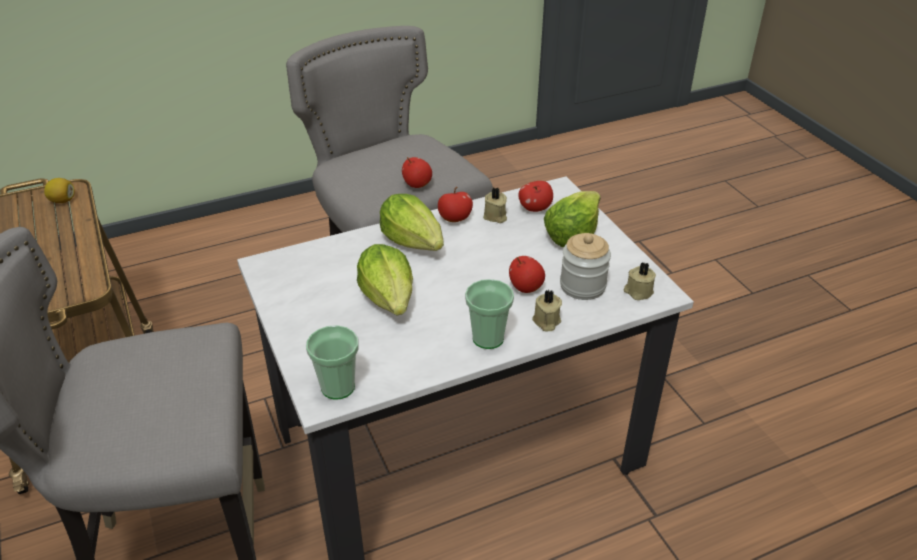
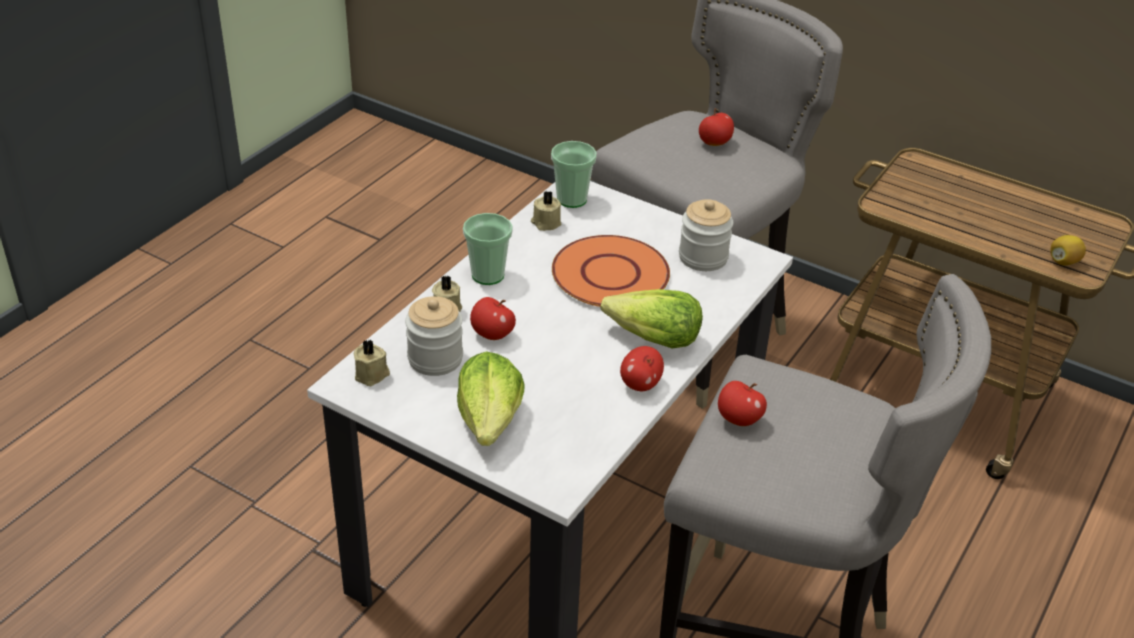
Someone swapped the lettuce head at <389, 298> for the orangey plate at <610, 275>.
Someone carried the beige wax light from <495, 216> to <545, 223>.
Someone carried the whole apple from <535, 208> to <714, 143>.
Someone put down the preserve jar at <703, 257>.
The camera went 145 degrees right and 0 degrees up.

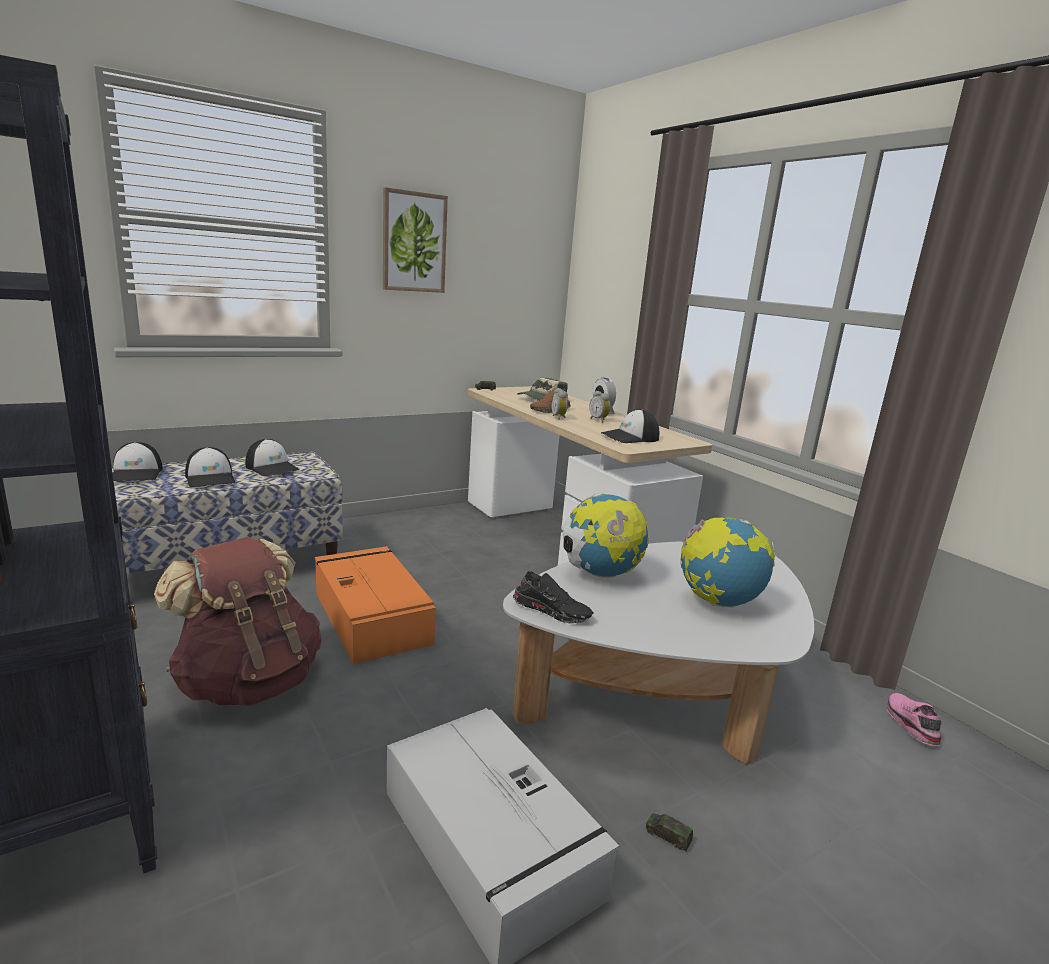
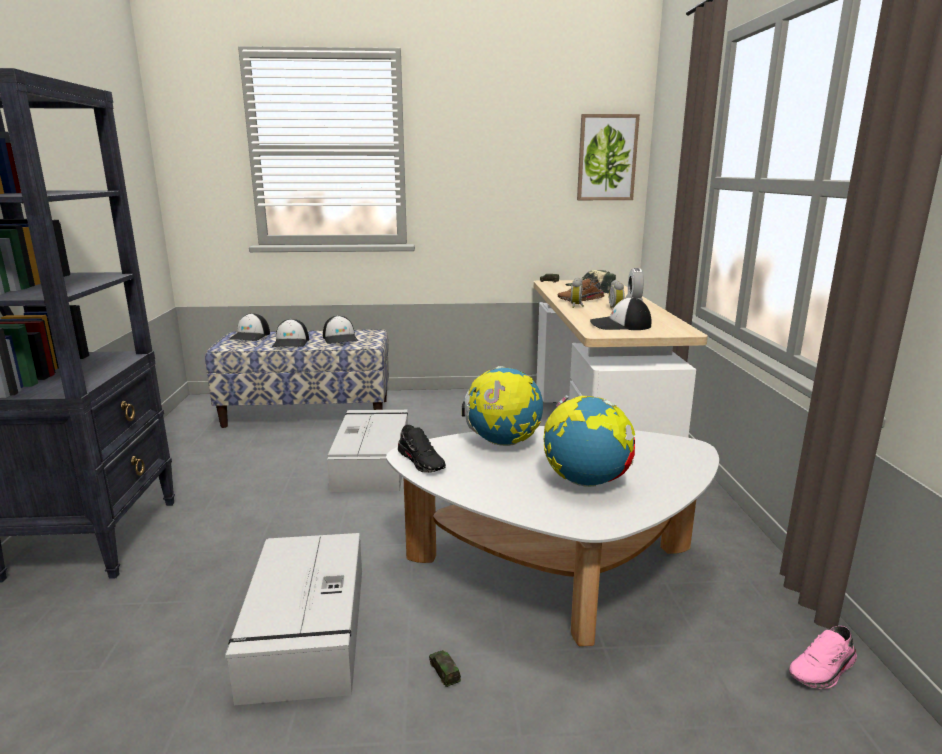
Someone took away the brown rucksack at <249, 681>.
Someone repainted the orangey storage container at <371, 616>, which became the gray storage container at <372, 462>.
Someone carried the picture from <414, 242> to <607, 158>.
Someone rotated the pink item of footwear at <909, 724> by 150 degrees counterclockwise.
The camera went 30 degrees right and 0 degrees up.

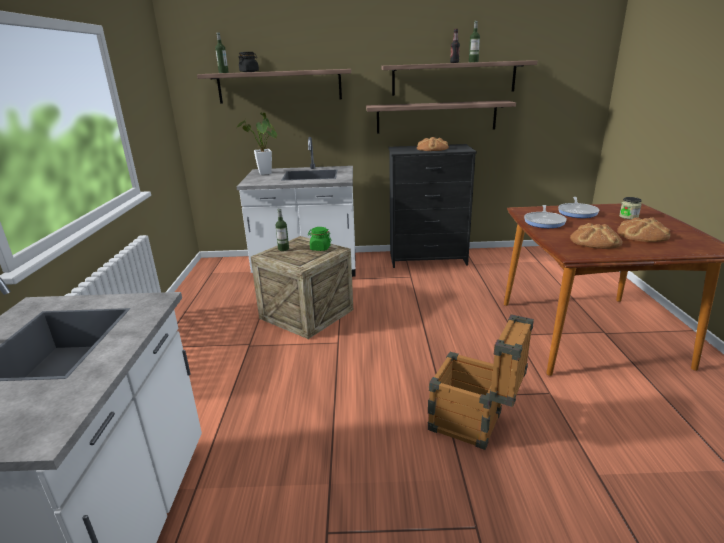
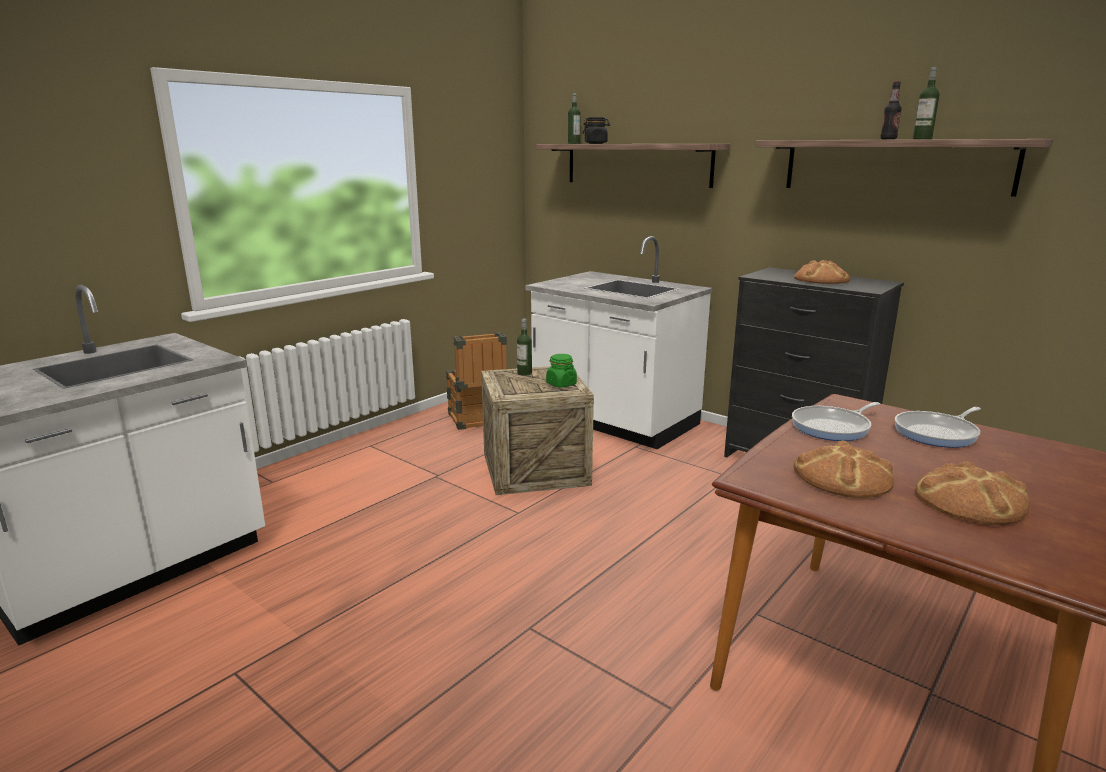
Someone took away the houseplant at <265, 174>.
Someone took away the wall shelf at <436, 117>.
Someone carried the crate from <474, 425> to <477, 421>.
Someone took away the preserve jar at <628, 217>.
The camera went 40 degrees right and 5 degrees down.

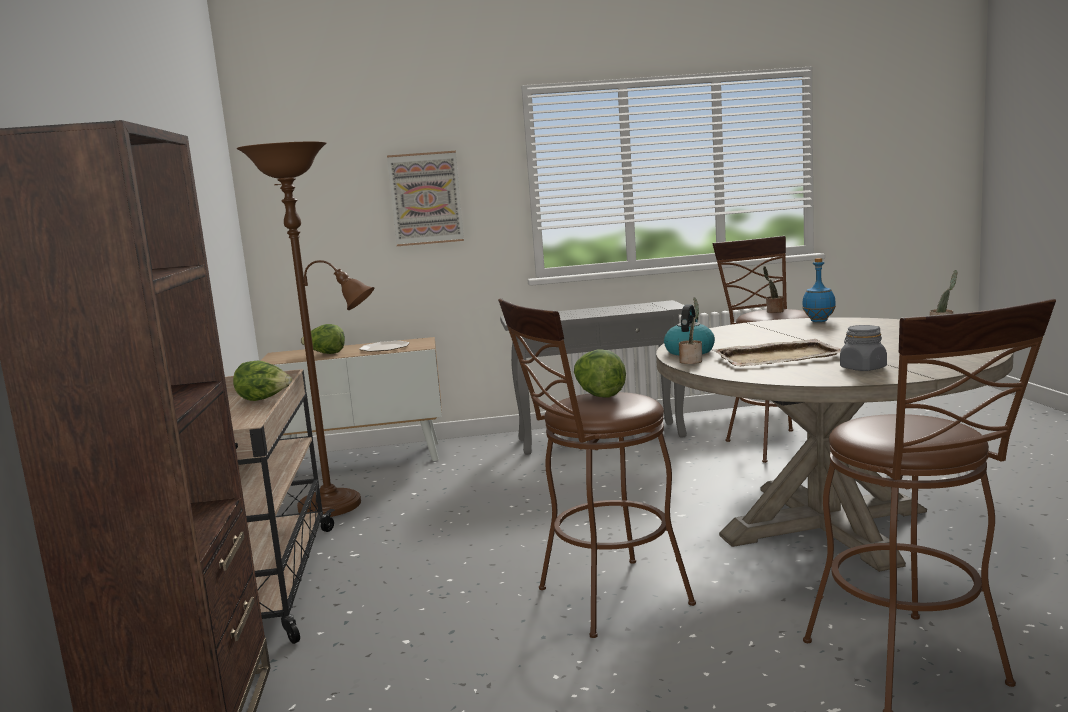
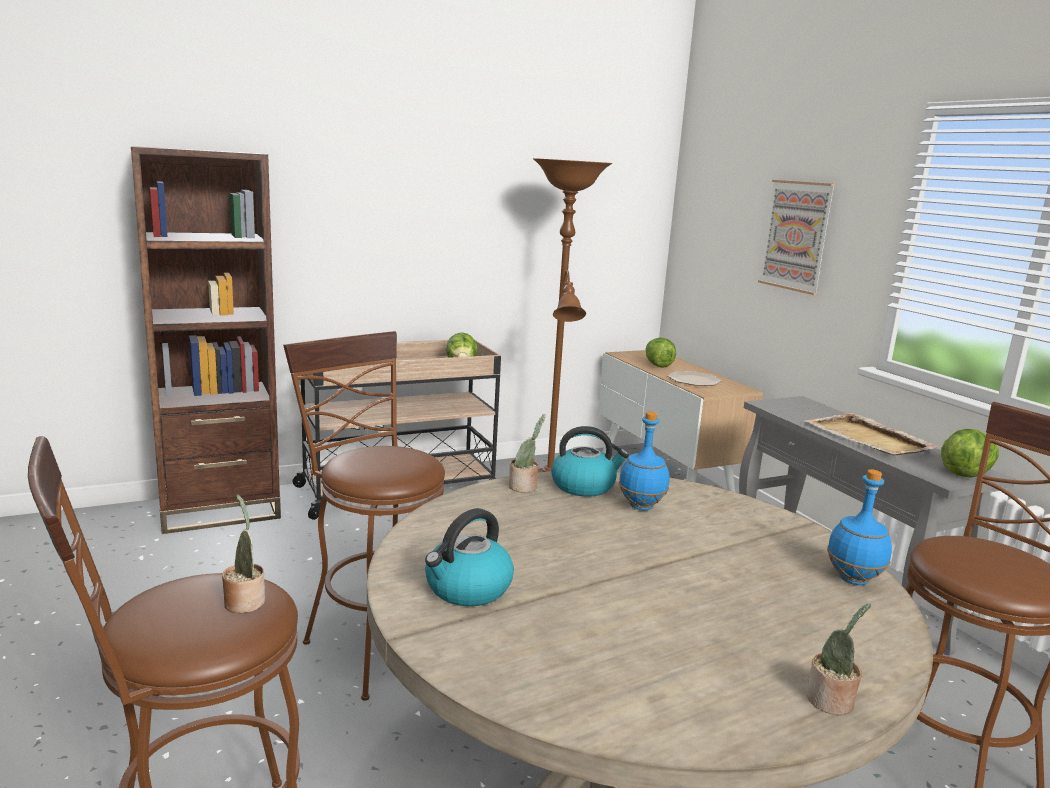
Someone carried the lettuce head from <598, 395> to <966, 473>.
Someone carried the beige serving tray from <779, 357> to <869, 438>.
Someone carried the houseplant from <773, 311> to <244, 601>.
Someone swapped the gray preserve jar at <863, 368> for the tea kettle at <467, 589>.
Someone put down the blue bottle at <642, 507>.
The camera went 70 degrees right and 5 degrees up.

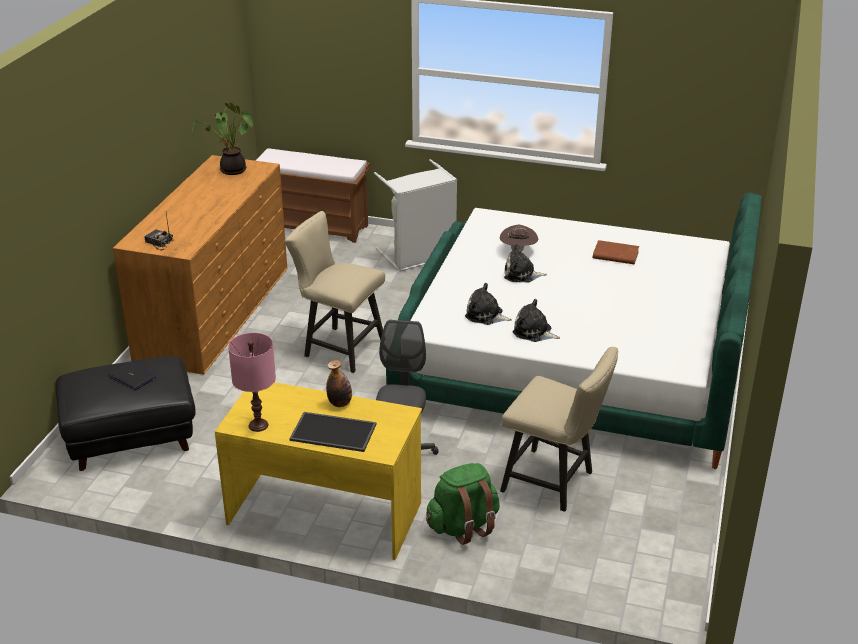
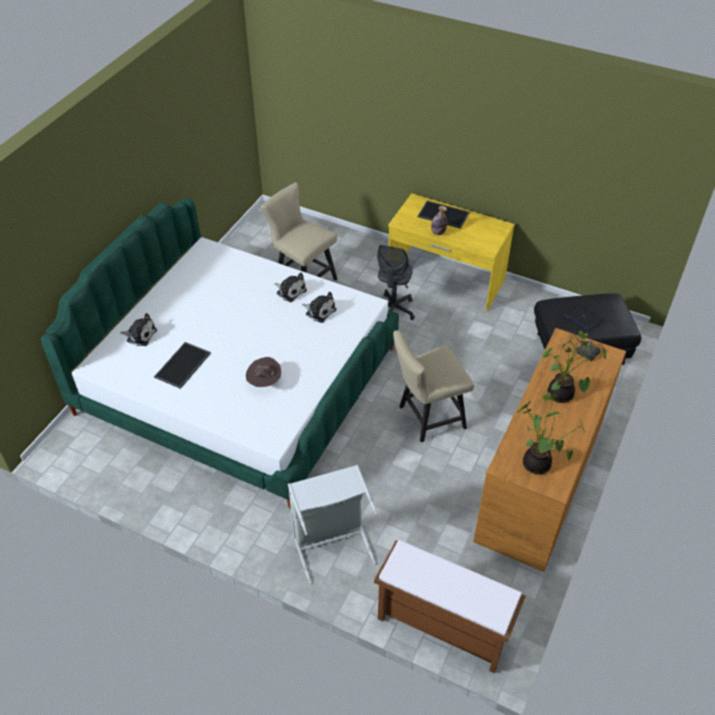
Someone took away the pink table lamp at <258, 425>.
Someone rotated the beige chair at <339, 347> by 120 degrees clockwise.
Someone took away the green rucksack at <463, 526>.
Someone carried the cuddly toy from <521, 275> to <140, 335>.
Someone swapped the brown bound book at <615, 255> for the serving tray at <183, 366>.
Someone put down the houseplant at <562, 395>.
The camera went 170 degrees left and 15 degrees up.

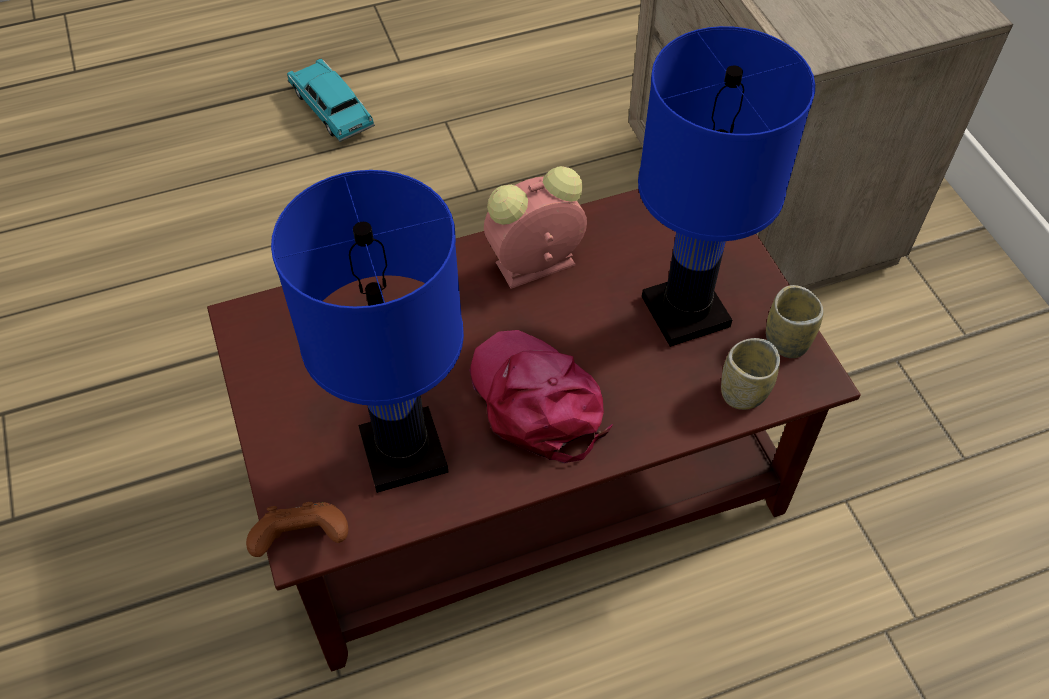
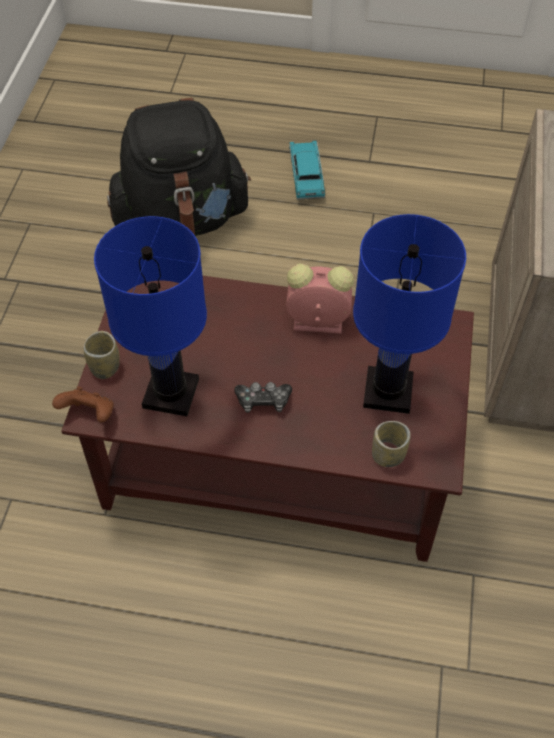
Someone swapped the pink cap at <538, 401> for the game controller at <263, 401>.
Someone carried the drinking cup from <787, 341> to <105, 367>.
Someone put down the black-coloured rucksack at <182, 220>.
The camera went 30 degrees right and 0 degrees up.

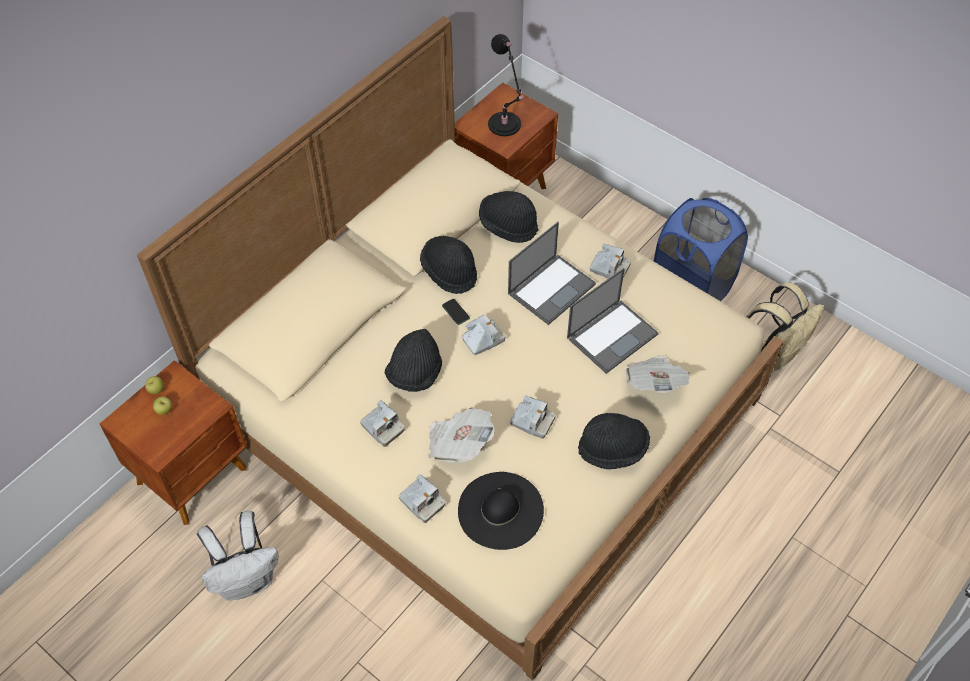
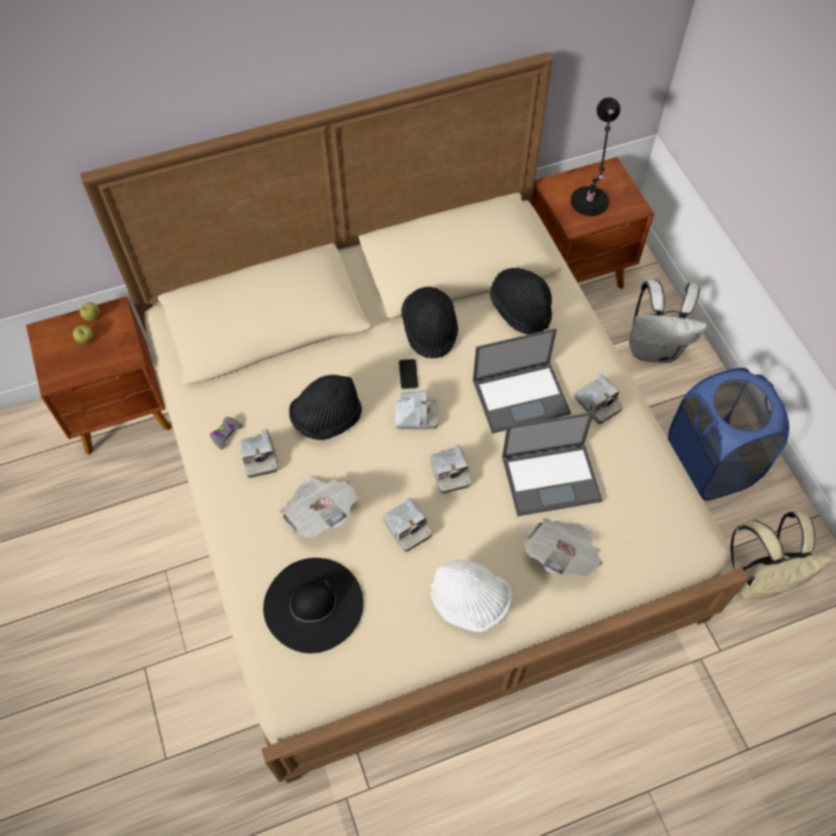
Someone carried the white rucksack from <247, 580> to <654, 349>.
Someone carried the still camera from <422, 502> to <449, 473>.
Someone repainted the black-coloured hat at <613, 449>, which became the white hat at <470, 602>.
Someone put down the gray game controller at <226, 434>.
The camera went 30 degrees right and 5 degrees up.

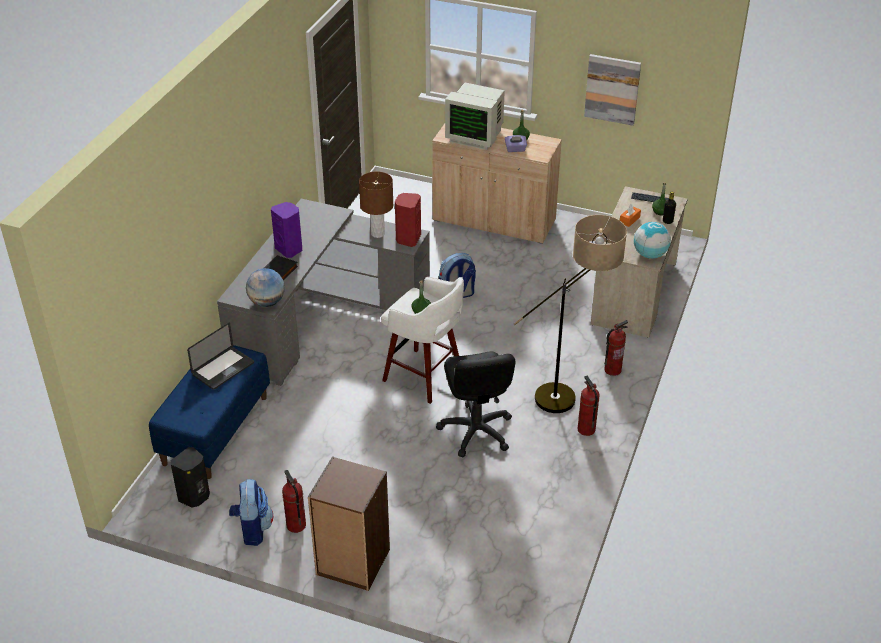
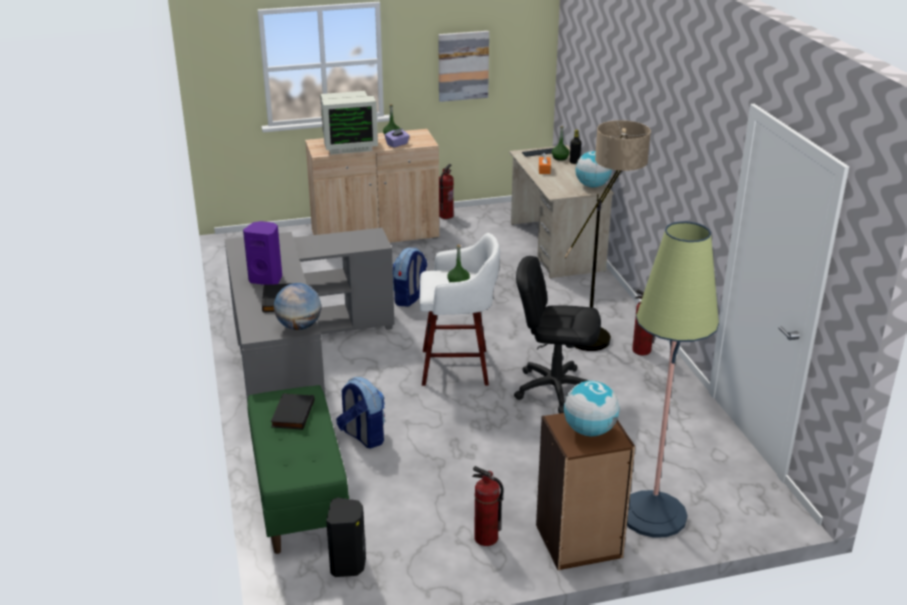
Someone repainted the blue long seat at <215, 429>, which became the green long seat at <298, 495>.
Someone swapped the notebook computer at <223, 369> for the black-coloured bound book at <292, 414>.
Someone carried the rucksack from <252, 529> to <362, 436>.
Someone took away the brown table lamp at <378, 233>.
Someone took away the red-coloured speaker at <408, 239>.
Someone rotated the black-coloured office chair at <476, 431> by 150 degrees clockwise.
Someone carried the fire extinguisher from <612, 370> to <446, 216>.
Someone put down the desk globe at <589, 430>.
Someone put down the floor lamp at <653, 515>.
The camera went 35 degrees left and 10 degrees down.

